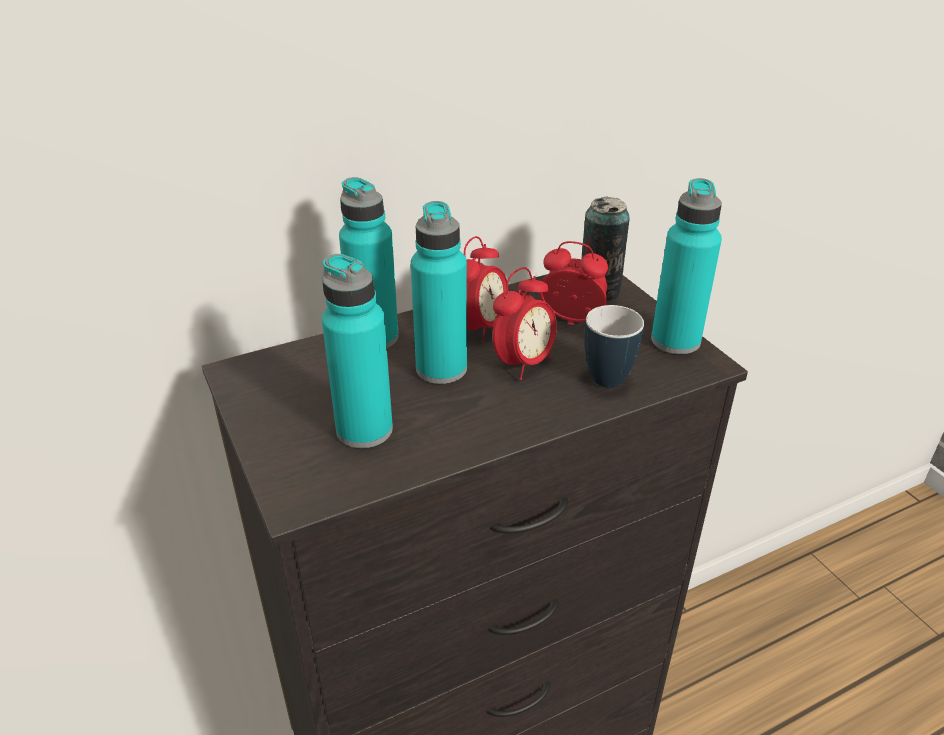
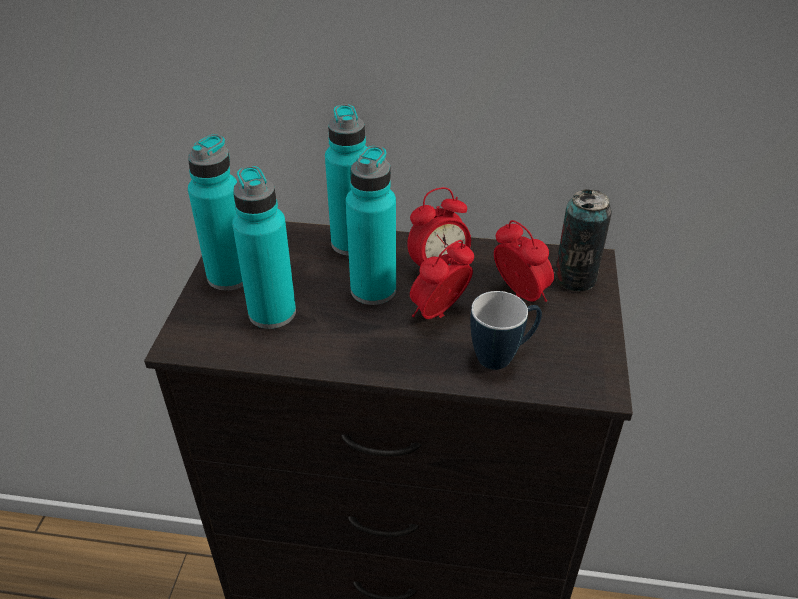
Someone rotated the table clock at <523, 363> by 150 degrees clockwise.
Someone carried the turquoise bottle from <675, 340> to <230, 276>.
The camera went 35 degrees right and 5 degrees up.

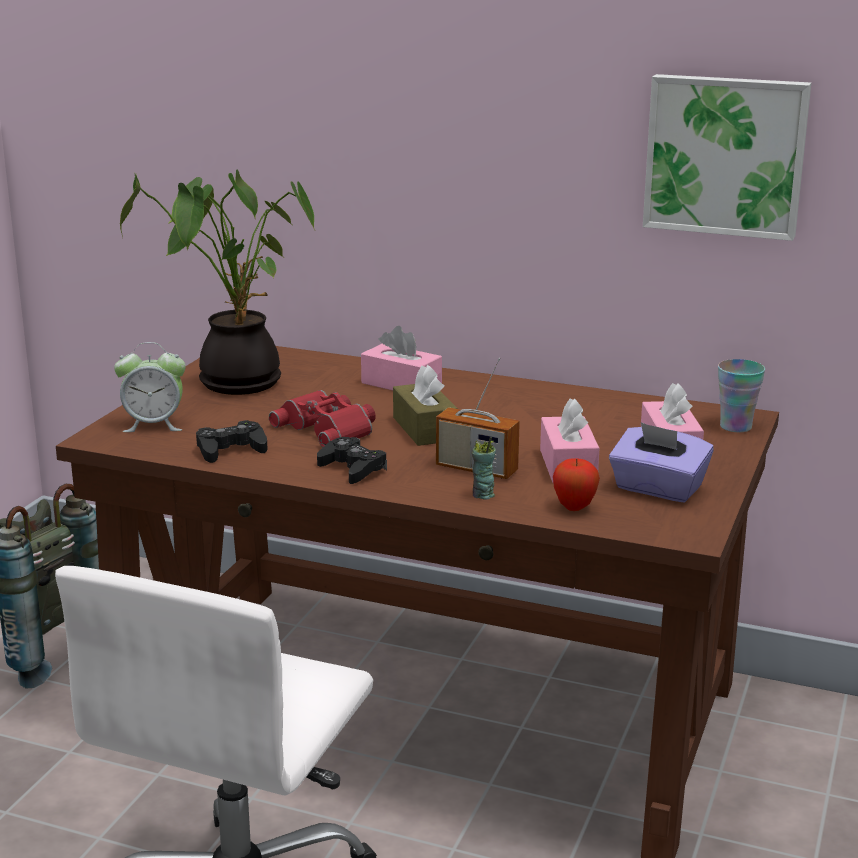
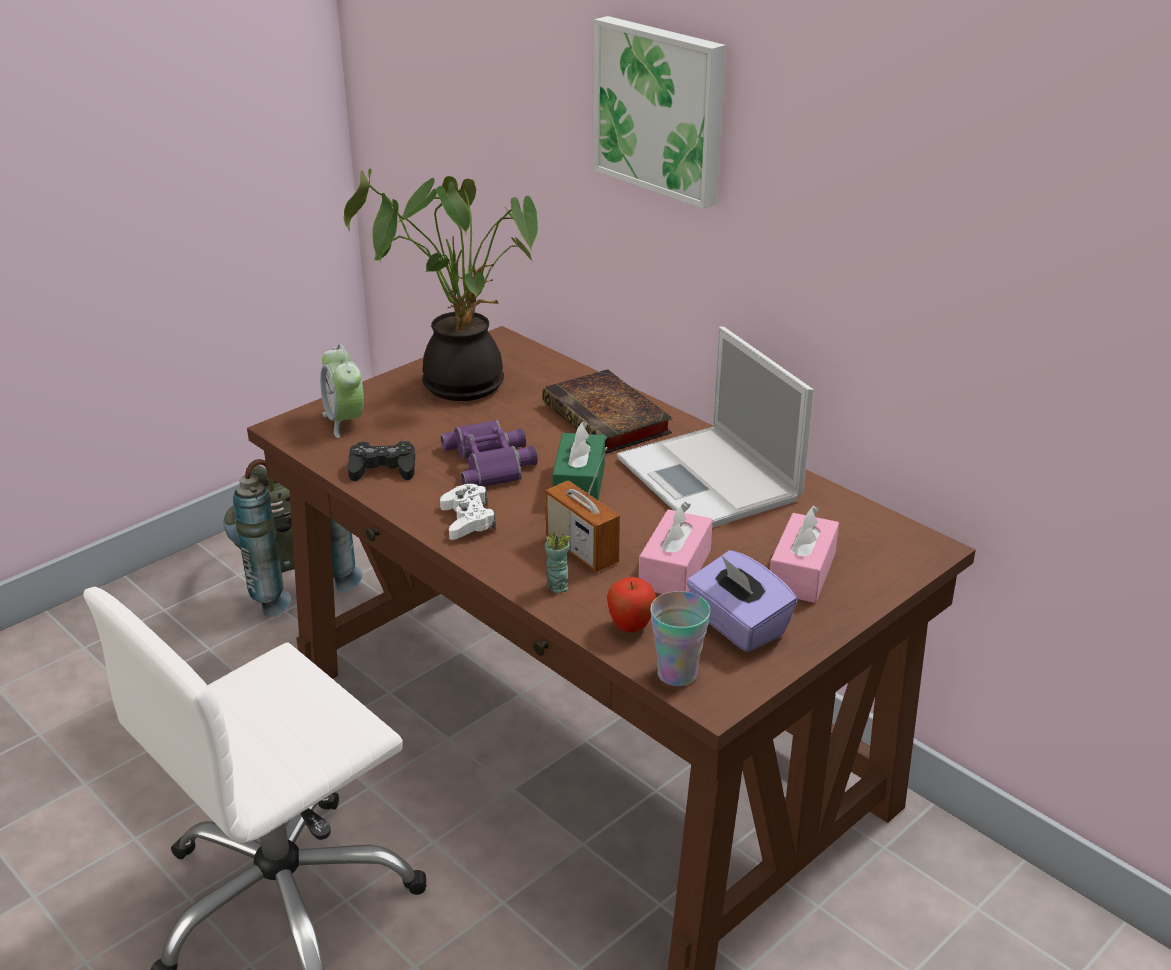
Someone rotated the table clock at <154, 425> by 45 degrees clockwise.
Someone repainted the red-coloured binoculars at <329, 428>, which became the purple-coloured binoculars at <492, 462>.
Someone repainted the black-coloured game controller at <352, 469>, which became the white game controller at <468, 520>.
Someone swapped the pink box of tissues at <401, 384> for the bound book at <609, 420>.
Someone repainted the brown box of tissues at <424, 429>, which became the green box of tissues at <579, 484>.
Someone carried the picture from <725, 155> to <662, 109>.
Someone carried the drinking cup from <735, 427> to <677, 674>.
Someone put down the notebook computer at <710, 480>.
The camera went 25 degrees right and 10 degrees up.

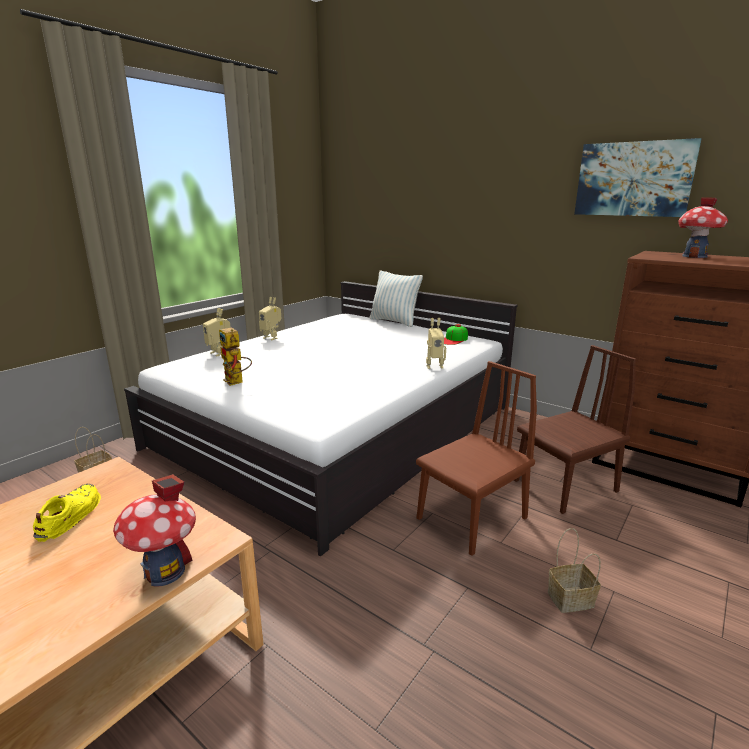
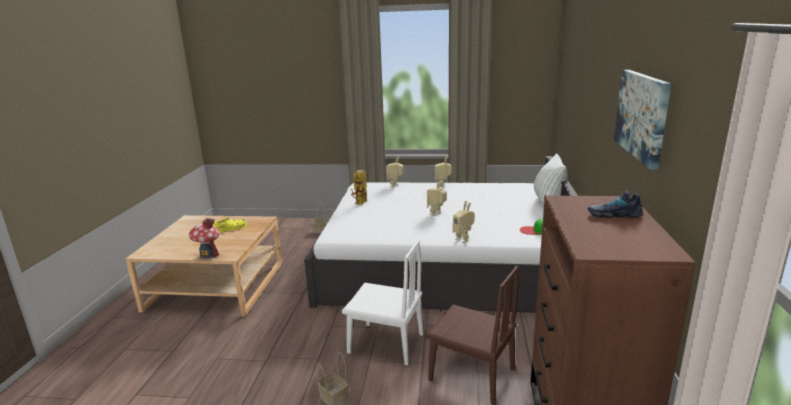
Someone repainted the brown chair at <471, 518>, which became the white chair at <386, 343>.
Someone swapped the toy house at <694, 256> for the item of footwear at <613, 214>.
Someone put down the toy robot at <436, 213>.
The camera went 60 degrees right and 0 degrees up.

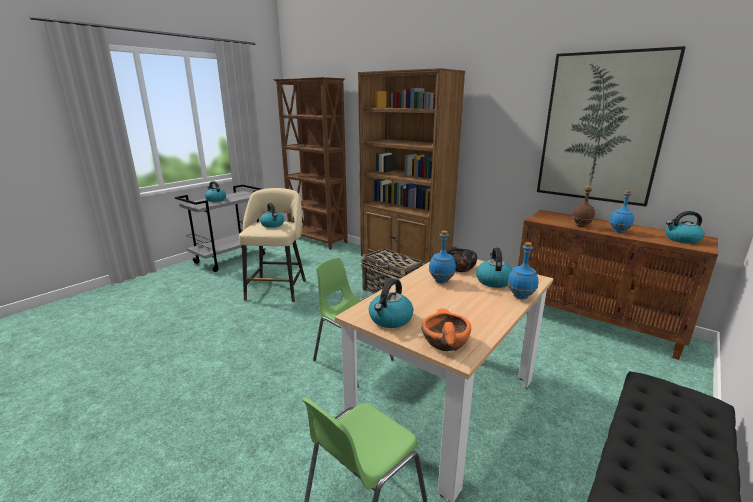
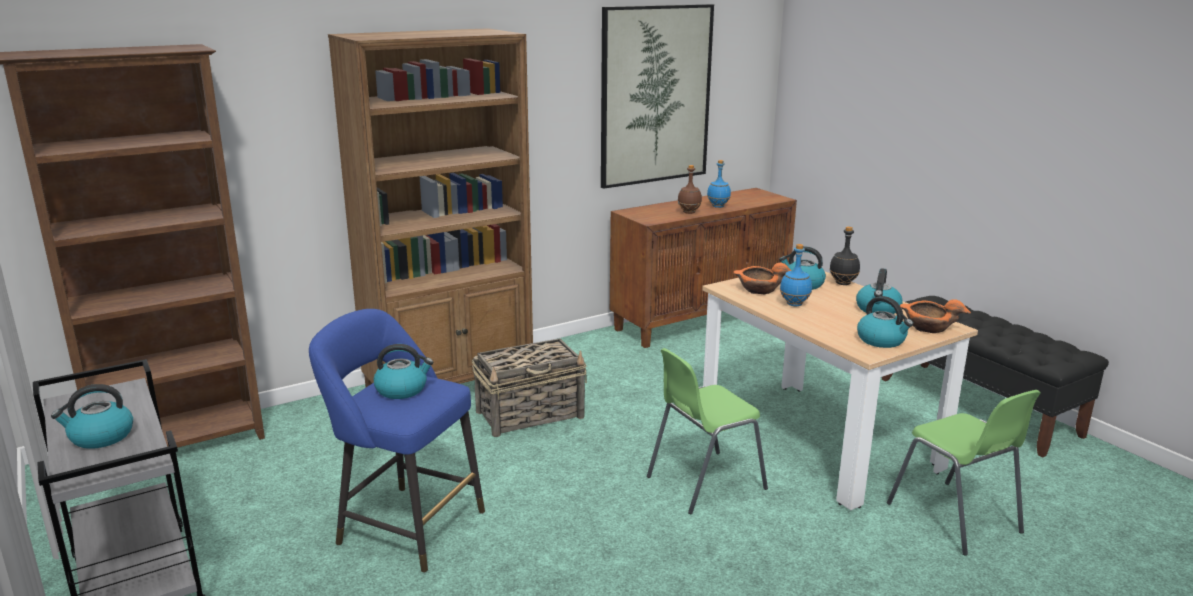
Someone repainted the beige stool seat at <277, 288>, which became the blue stool seat at <405, 525>.
Someone repainted the black-coloured serving bowl at <459, 267>, which became the orangey serving bowl at <759, 290>.
Someone repainted the blue bottle at <521, 296>, which became the black-coloured bottle at <843, 283>.
Someone carried the tea kettle from <682, 239> to <878, 309>.
The camera went 70 degrees left and 0 degrees up.

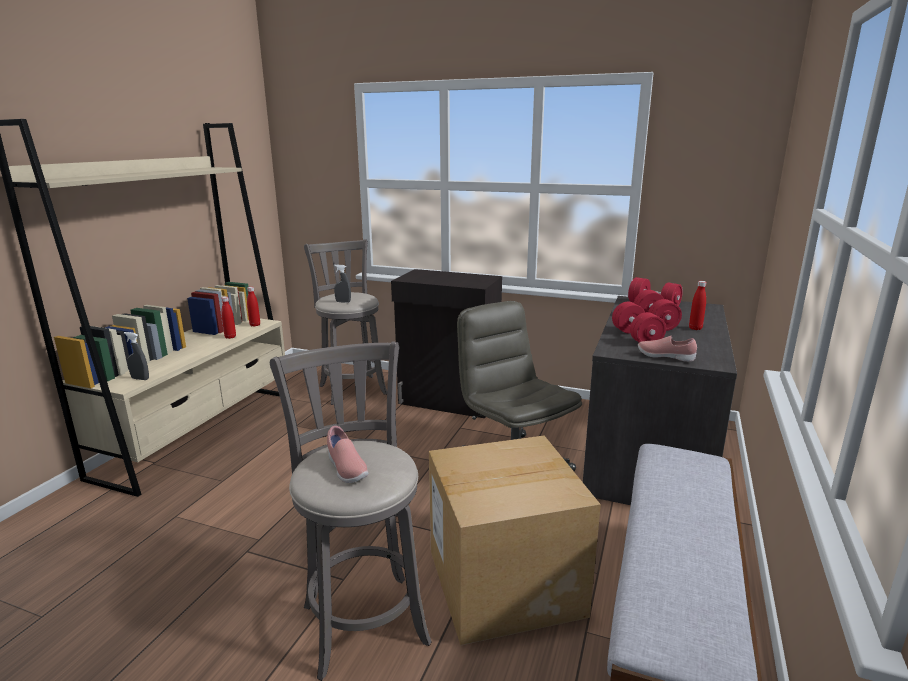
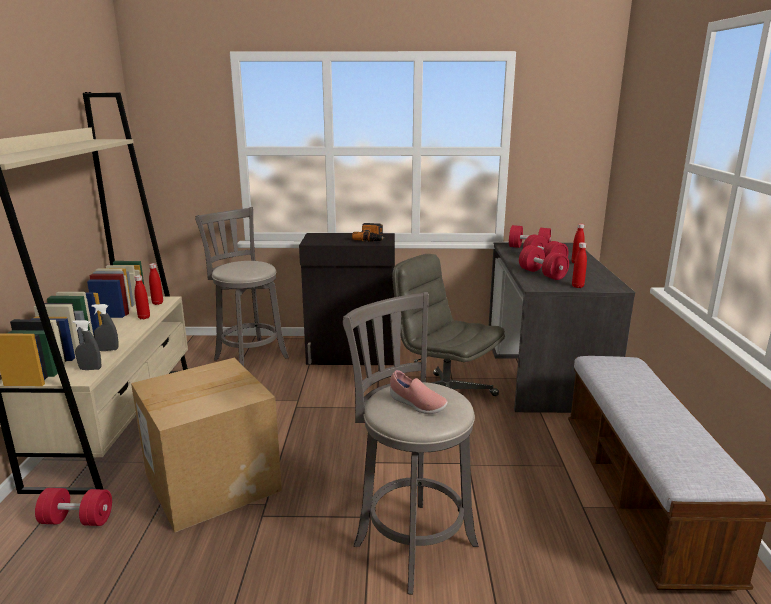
Someone carried the gray sprayer from <343, 302> to <108, 350>.
Someone carried the carton from <504, 582> to <212, 482>.
Someone swapped the pink item of footwear at <665, 357> for the red-coloured bottle at <577, 286>.
Someone put down the red-coloured hand weight at <77, 520>.
Someone put down the drill at <371, 238>.
The camera went 20 degrees left and 0 degrees up.

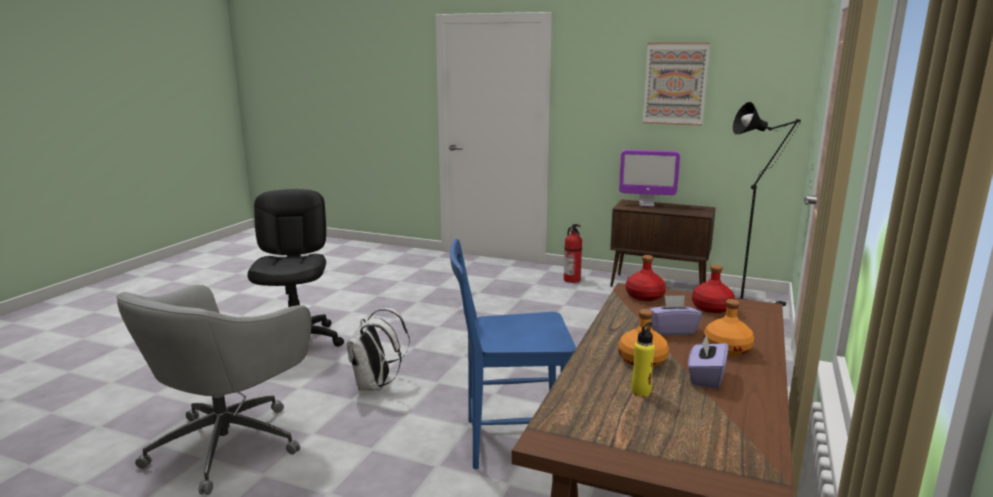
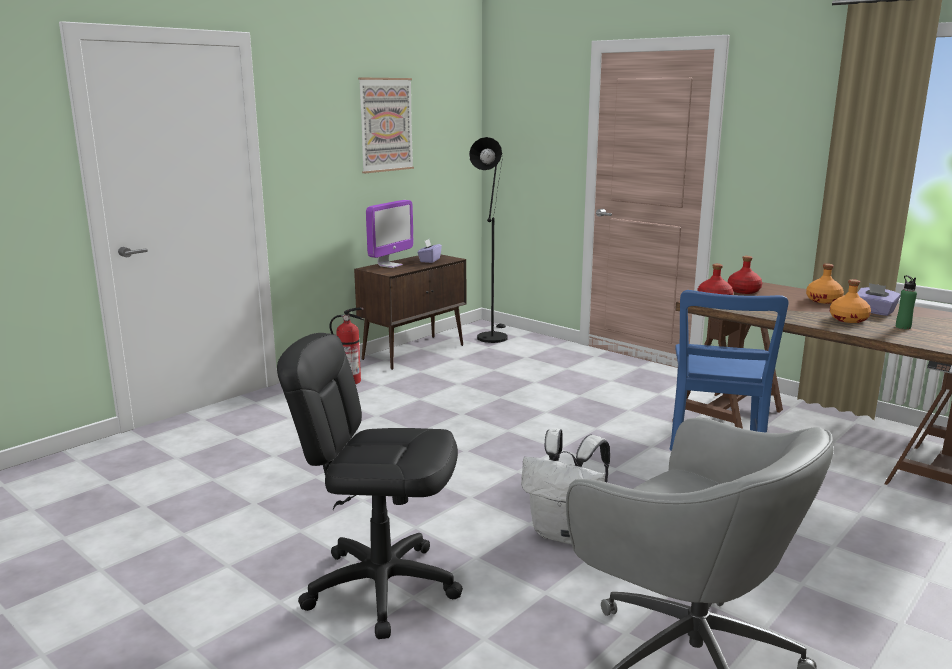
Someone repainted the yellow-coloured bottle at <641, 391>, which became the green bottle at <903, 327>.
Someone carried the purple-coloured box of tissues from <672, 330> to <429, 260>.
The camera went 70 degrees left and 0 degrees up.

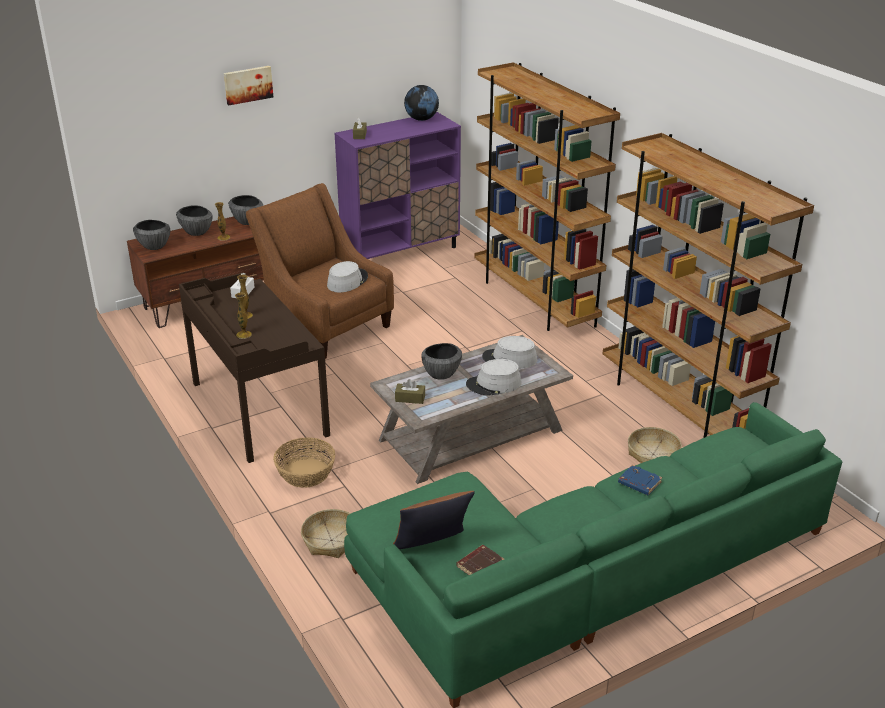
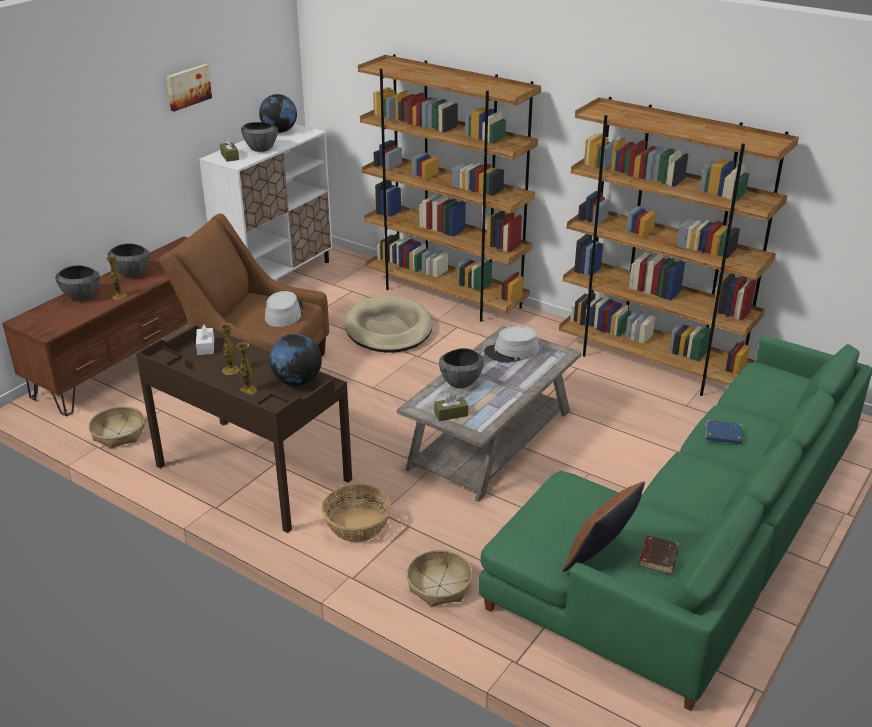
Someone carried the serving bowl from <154, 247> to <261, 149>.
Someone carried the picture from <248, 84> to <187, 87>.
Someone repainted the purple-coloured storage cabinet at <401, 252>, which became the white storage cabinet at <277, 277>.
Someone took away the gray hat at <494, 384>.
Someone carried the household basket from <653, 454> to <118, 434>.
Someone put down the desk globe at <297, 381>.
Someone put down the beige dog cushion at <388, 329>.
The camera went 25 degrees left and 0 degrees up.

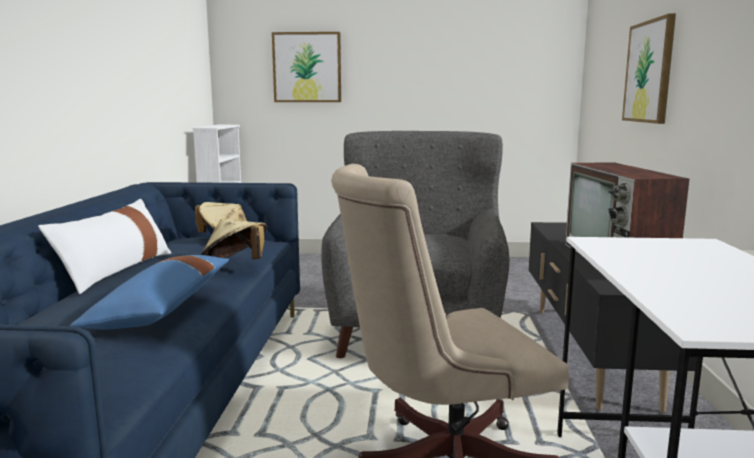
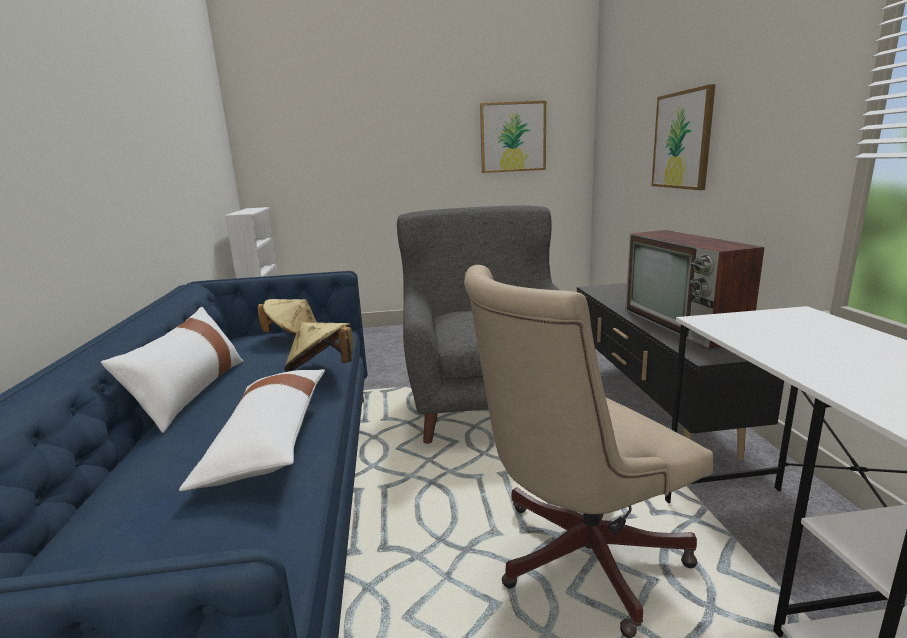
Someone repainted the blue pillow at <162, 308>, which became the white pillow at <269, 440>.
Someone carried the picture from <307, 67> to <513, 137>.
The camera went 10 degrees left and 5 degrees up.

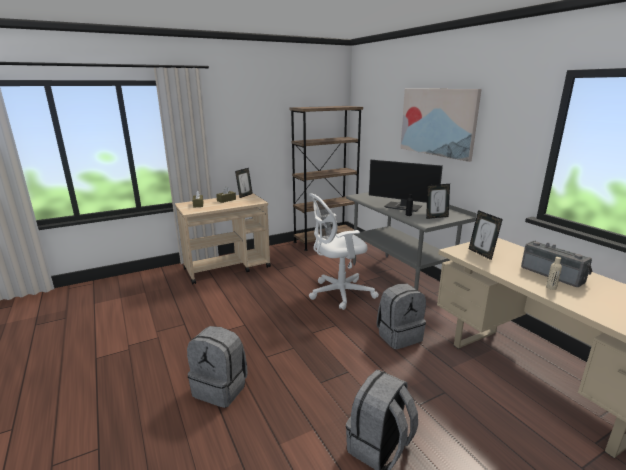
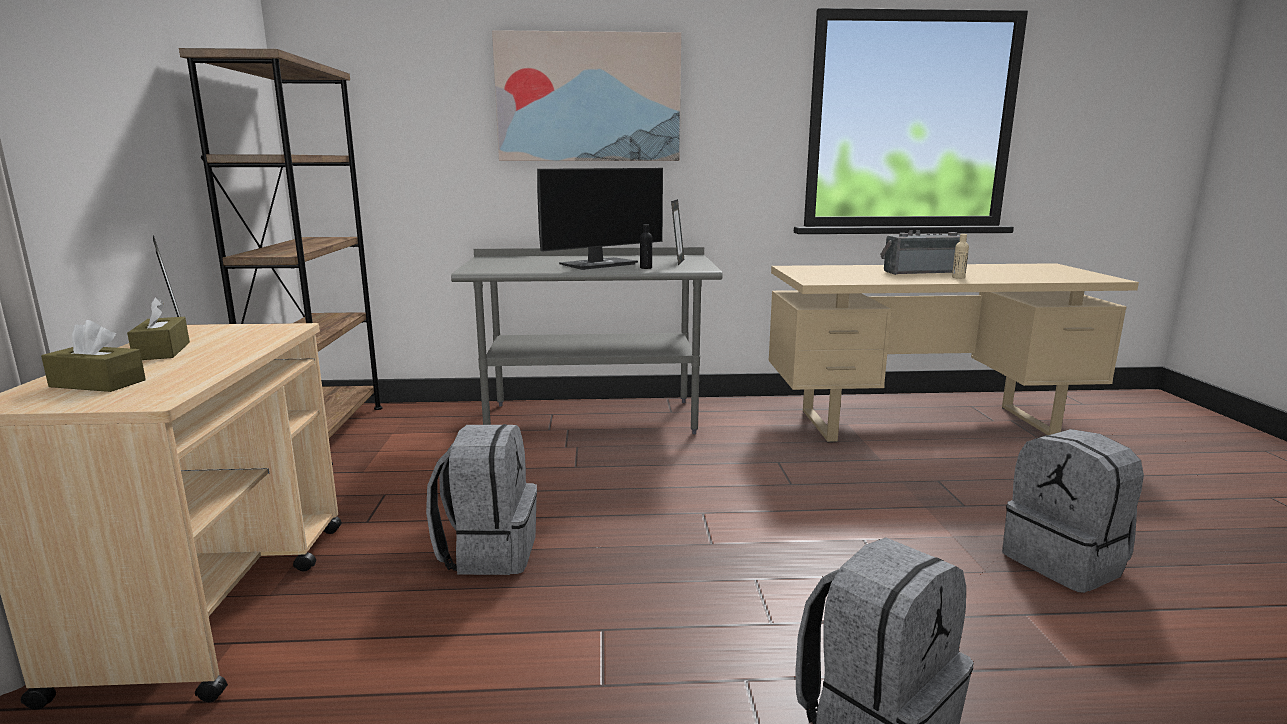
Someone took away the white office chair at <338, 293>.
Someone carried the gray rucksack from <399, 336> to <489, 552>.
Someone took away the picture frame at <481, 253>.
The camera went 65 degrees left and 5 degrees down.

